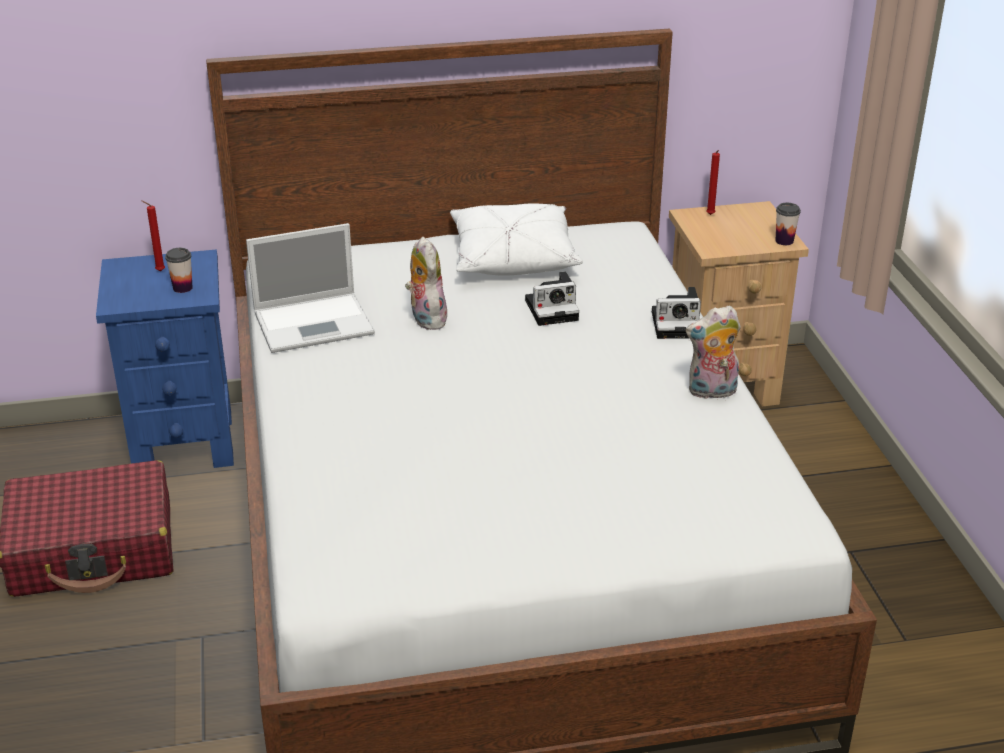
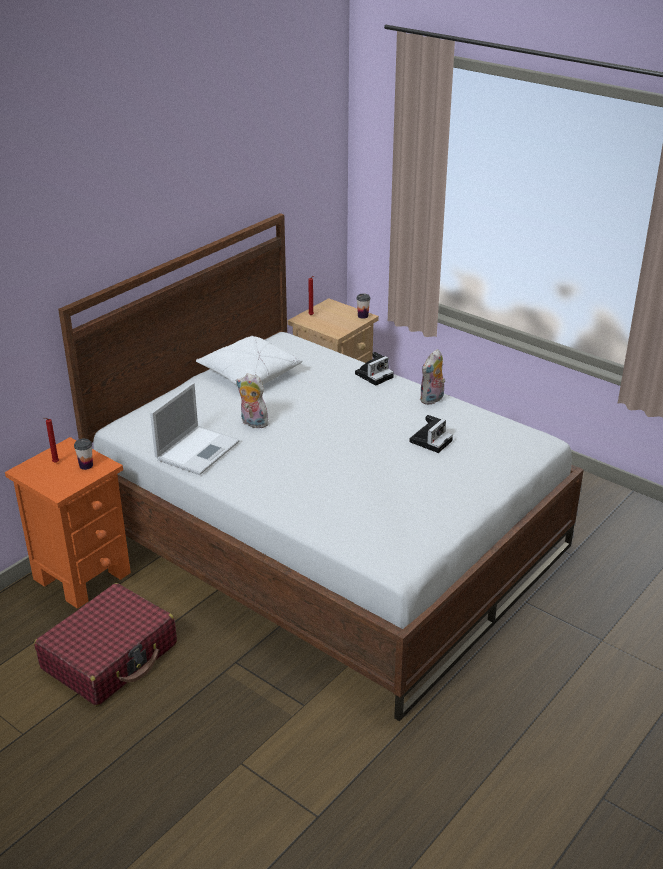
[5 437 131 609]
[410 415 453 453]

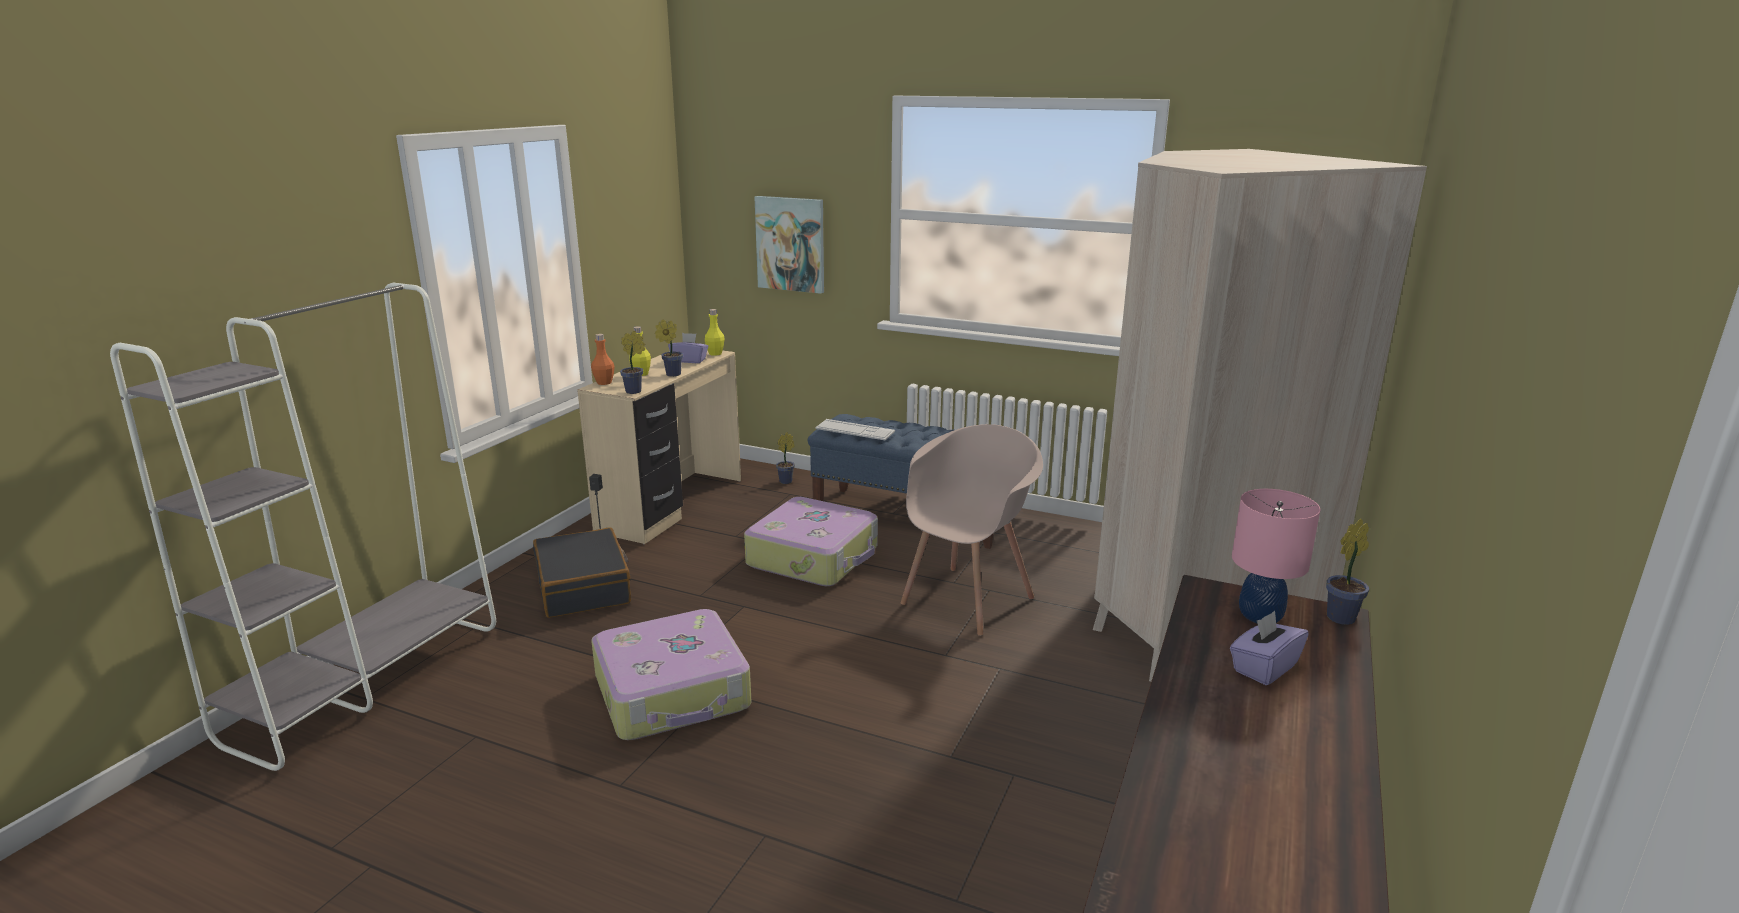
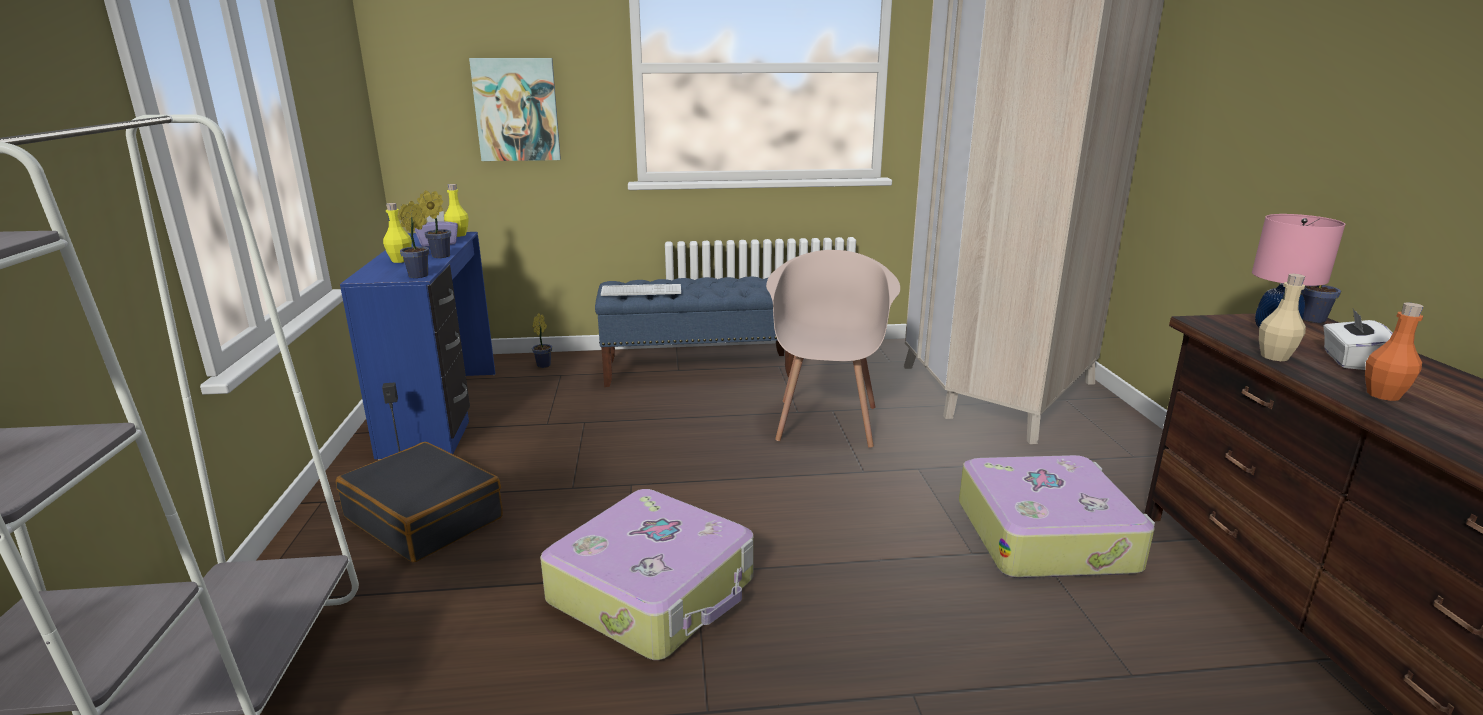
[340 232 495 460]
[1365 303 1424 401]
[959 455 1155 578]
[1323 309 1393 370]
[1259 274 1306 361]

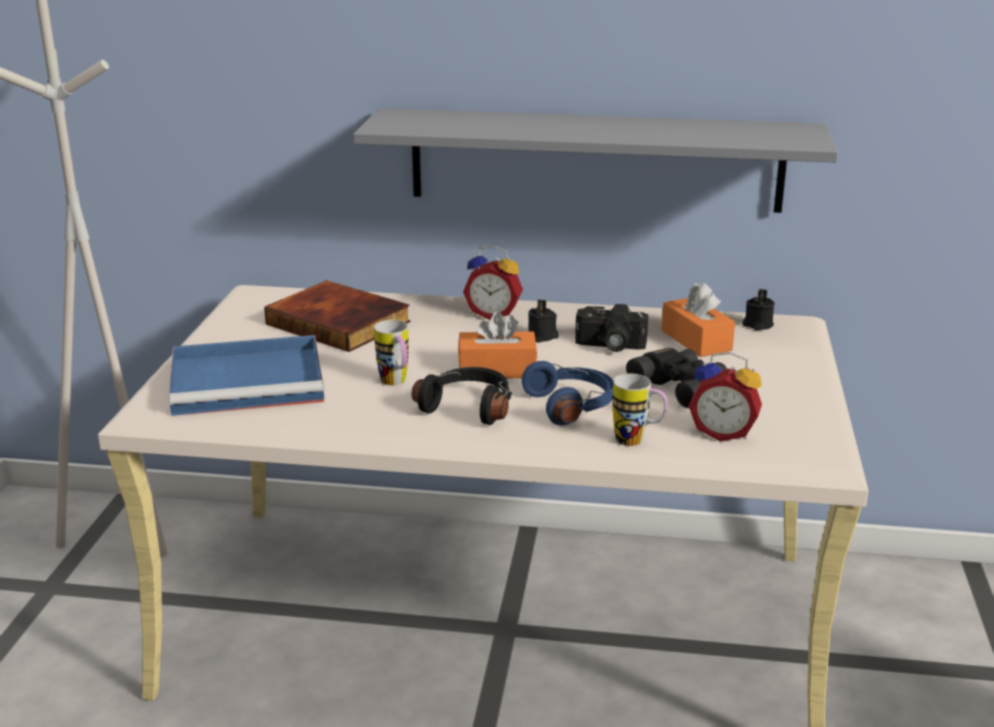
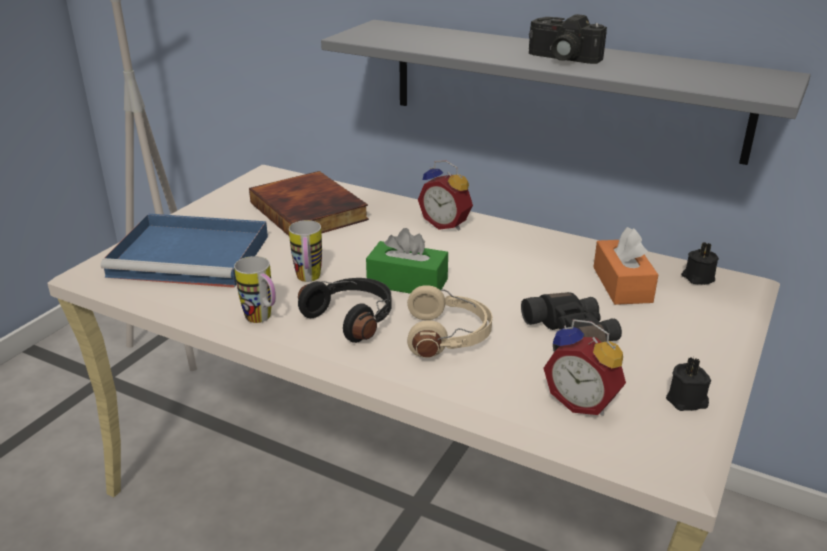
[366 228 448 294]
[407 285 492 358]
[666 357 711 411]
[529 14 607 64]
[234 256 276 323]

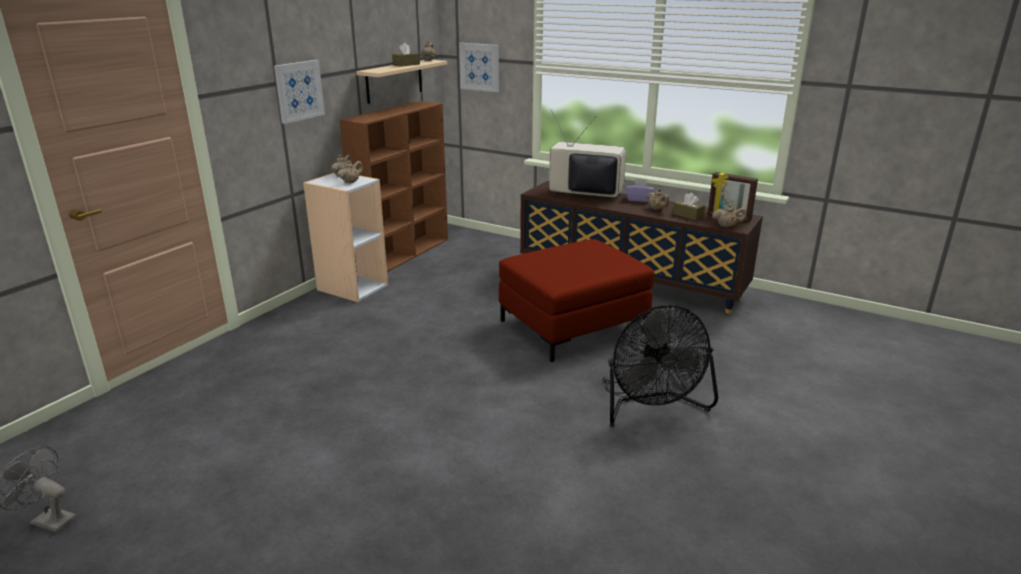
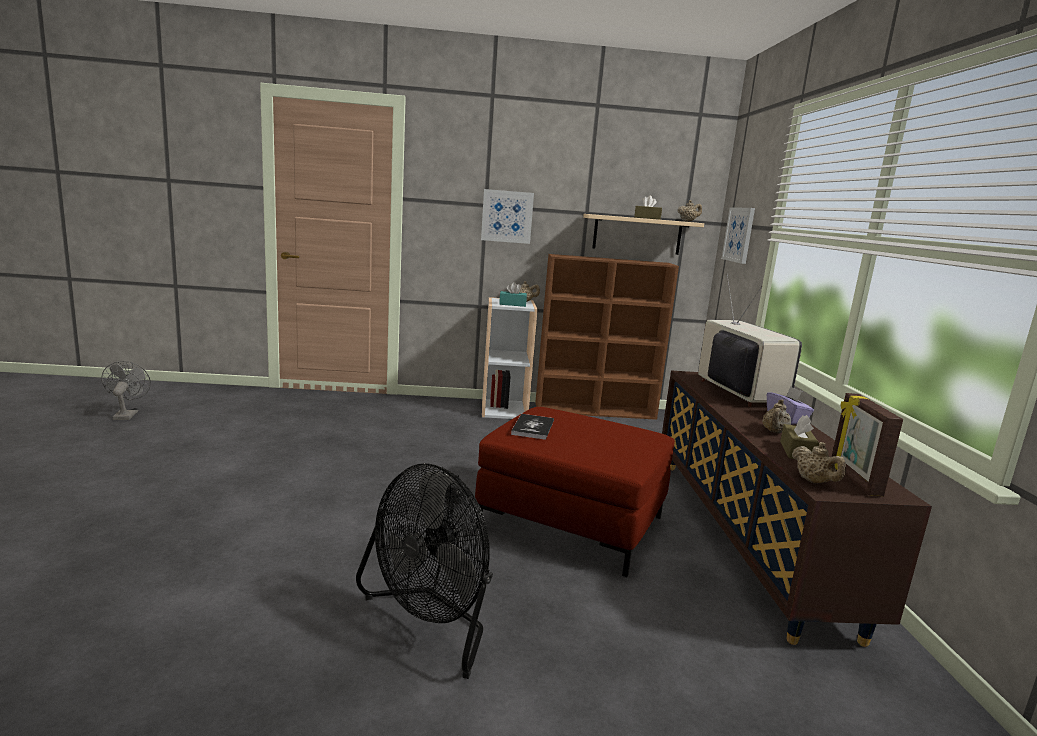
[499 282 527 307]
[511 414 554 440]

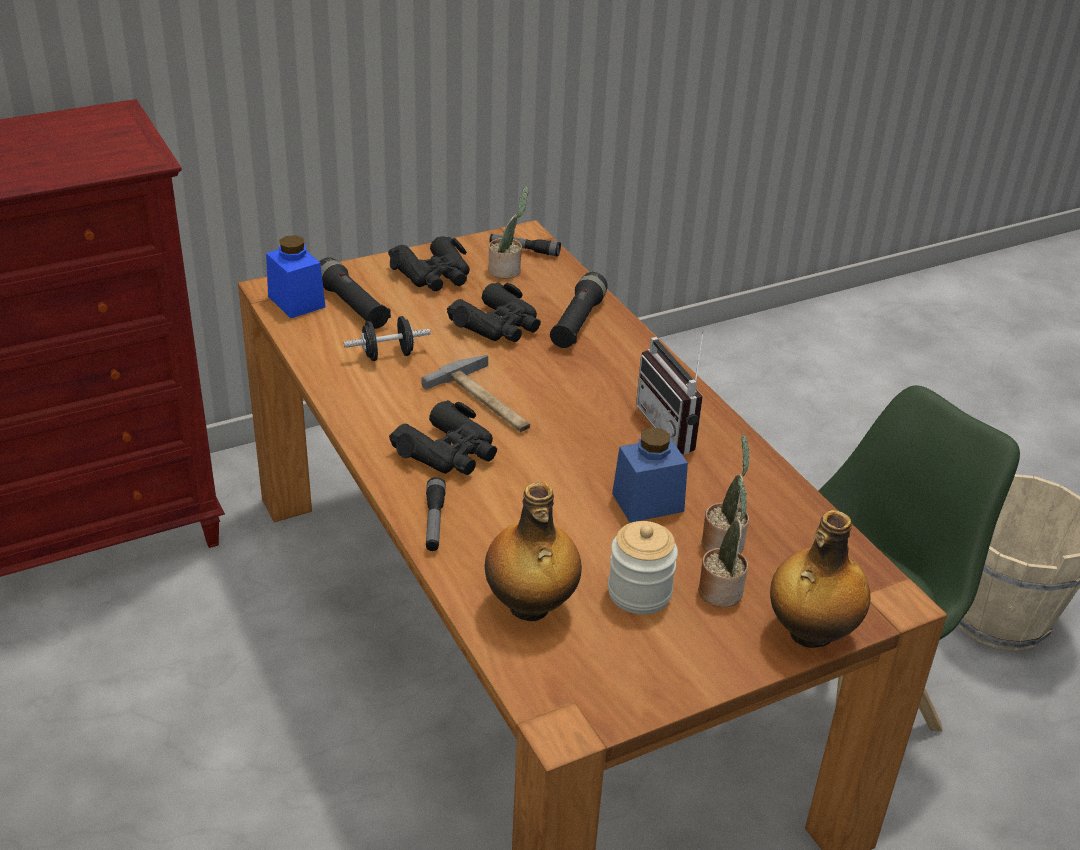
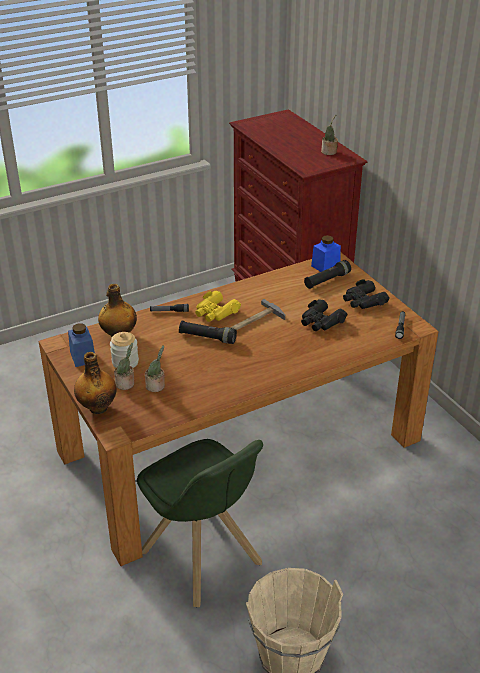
[344 316 431 361] (first image)
[195 290 241 322]
[321 114 338 155]
[179 321 237 344]
[68 324 95 367]
[636 328 704 455] (first image)

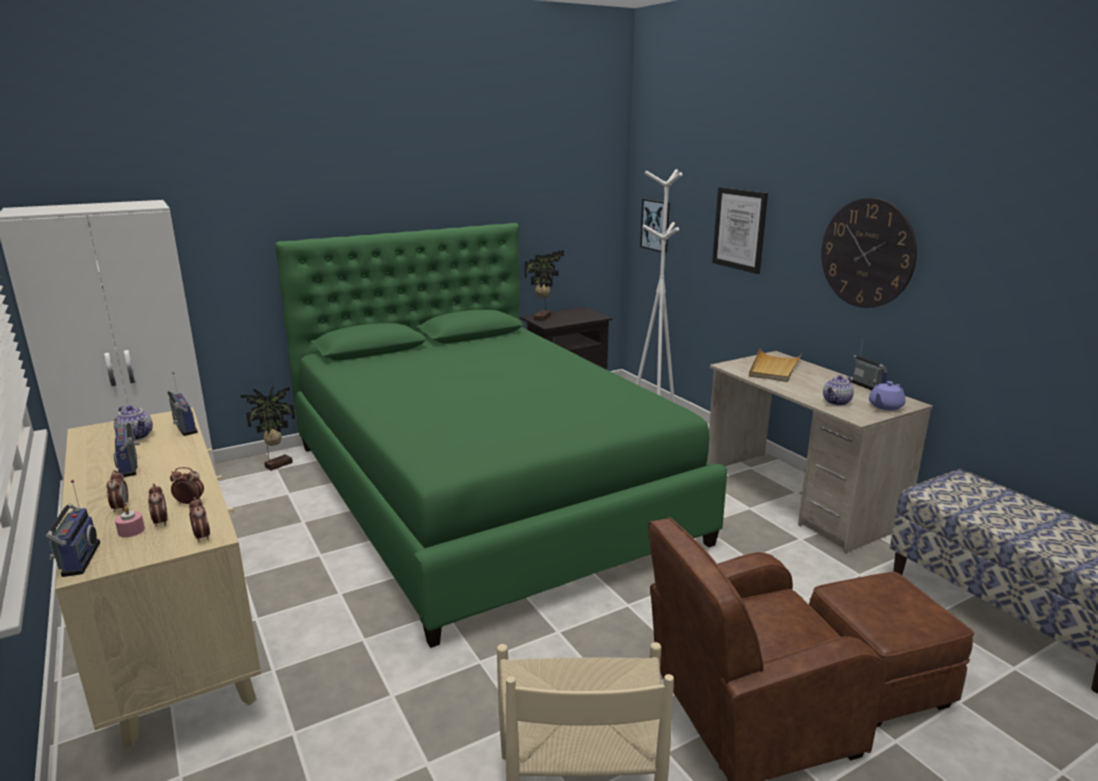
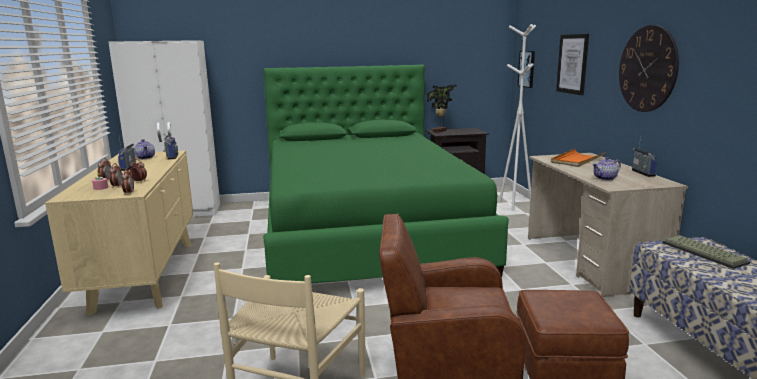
[46 480 100 577] (first image)
[241 386 295 471] (first image)
[551 149 605 167]
[869 381 906 410] (first image)
[662 235 750 269]

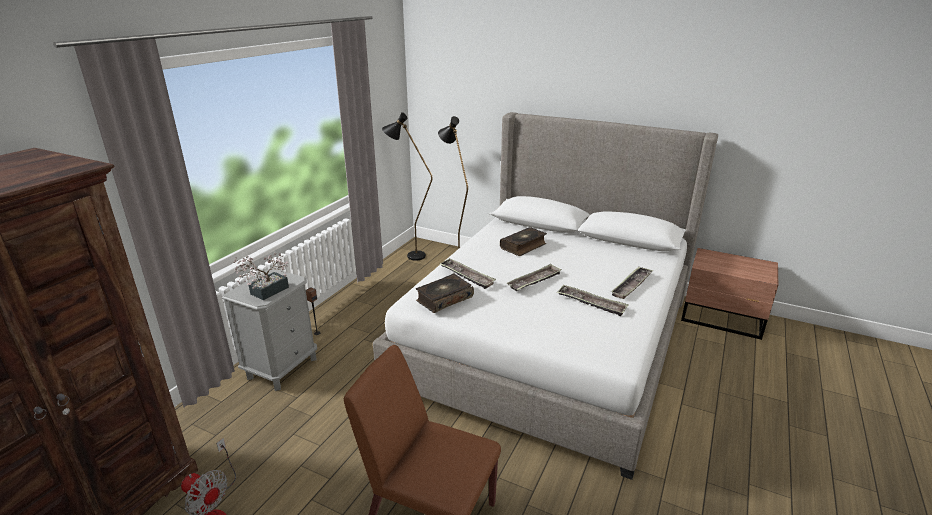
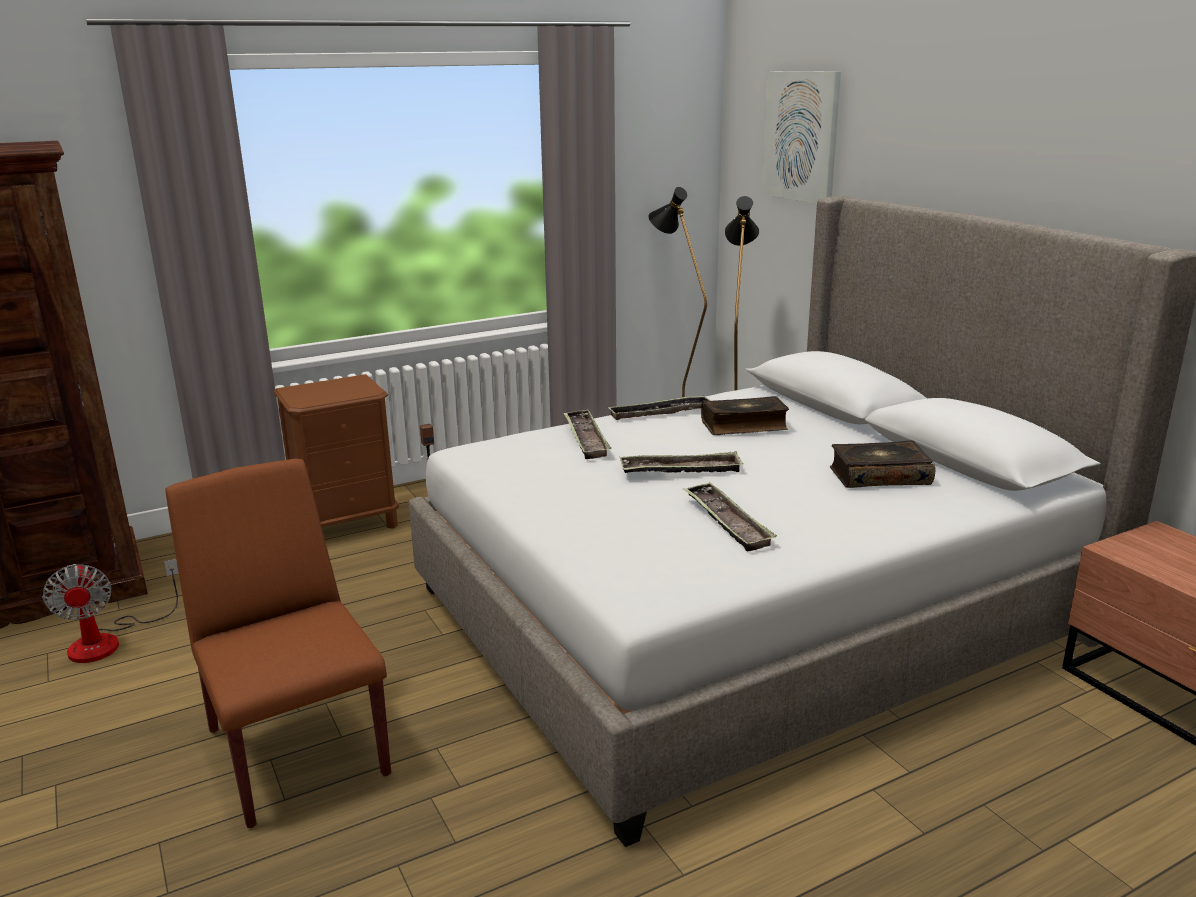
[274 374 399 529]
[234 253 289 300] (first image)
[830 440 935 488]
[608 395 711 420]
[762 71 841 204]

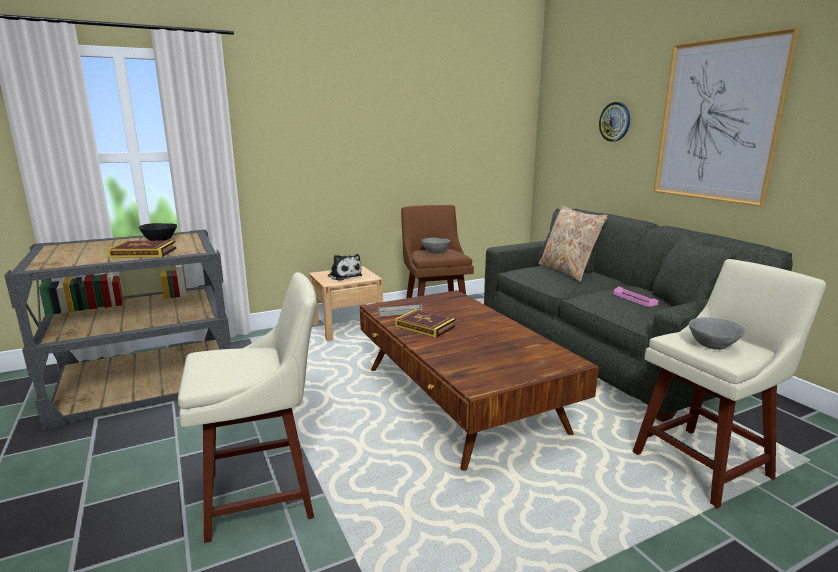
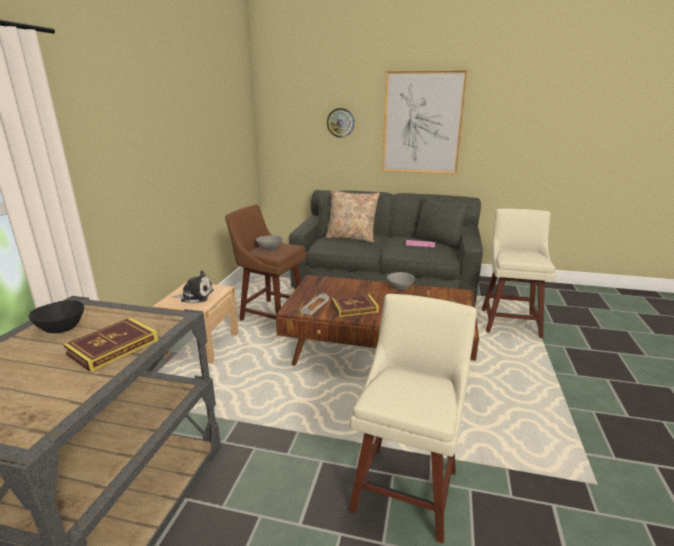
[387 272 415 290]

